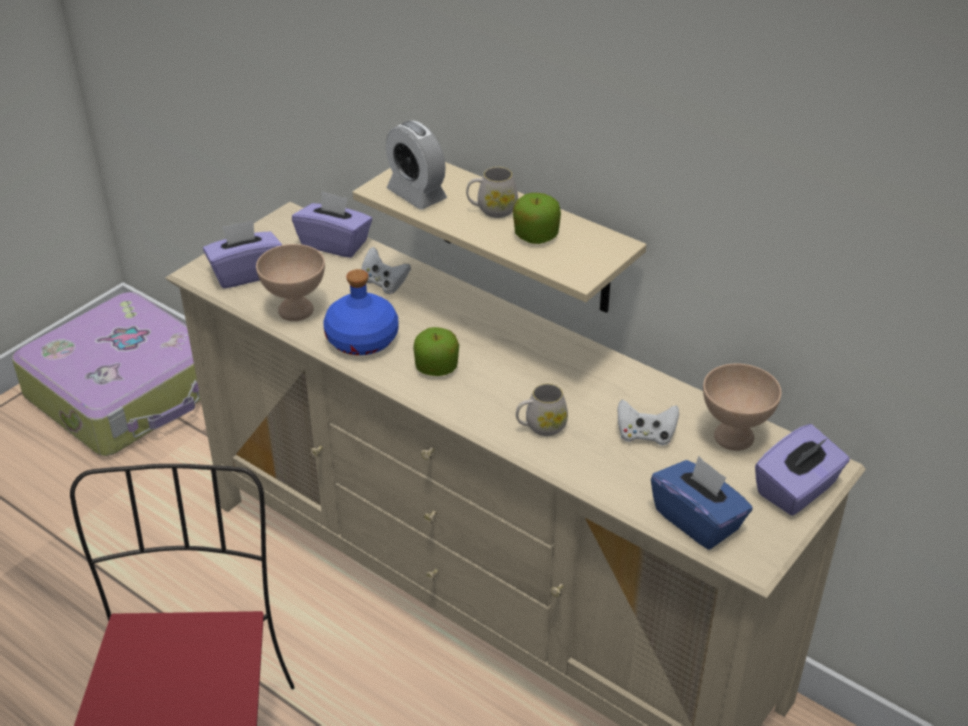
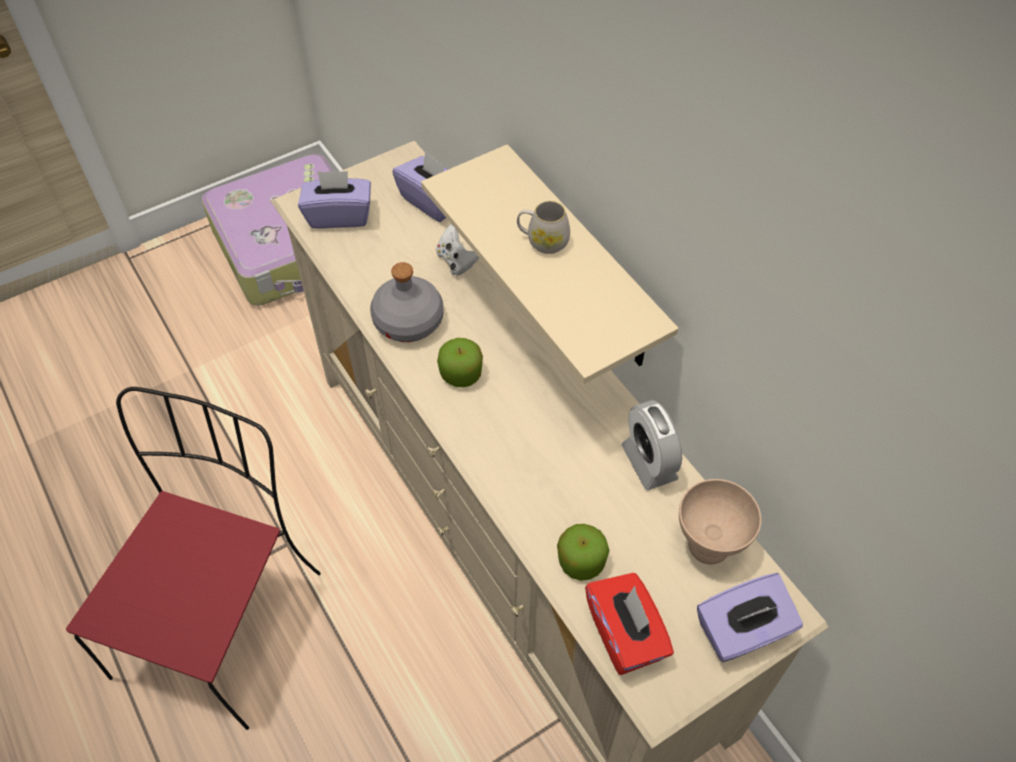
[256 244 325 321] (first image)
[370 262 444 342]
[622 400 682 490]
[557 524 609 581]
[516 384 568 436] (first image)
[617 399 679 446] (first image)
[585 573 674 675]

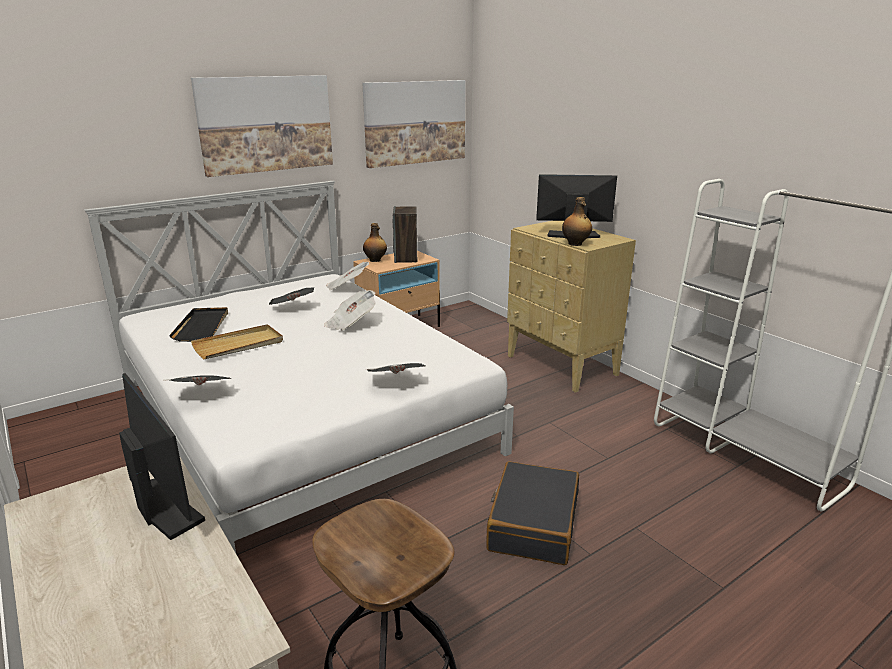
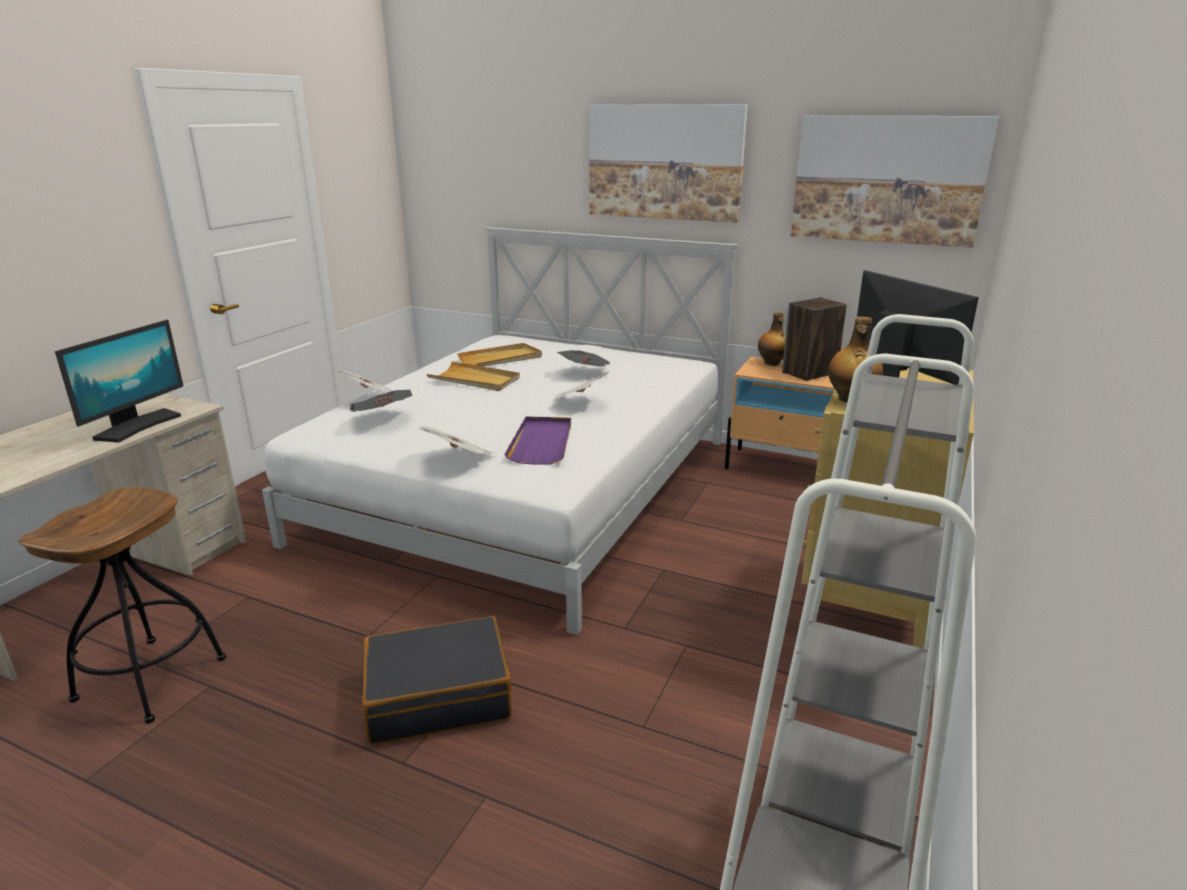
[457 343 542 367]
[350 390 412 412]
[505 417 571 465]

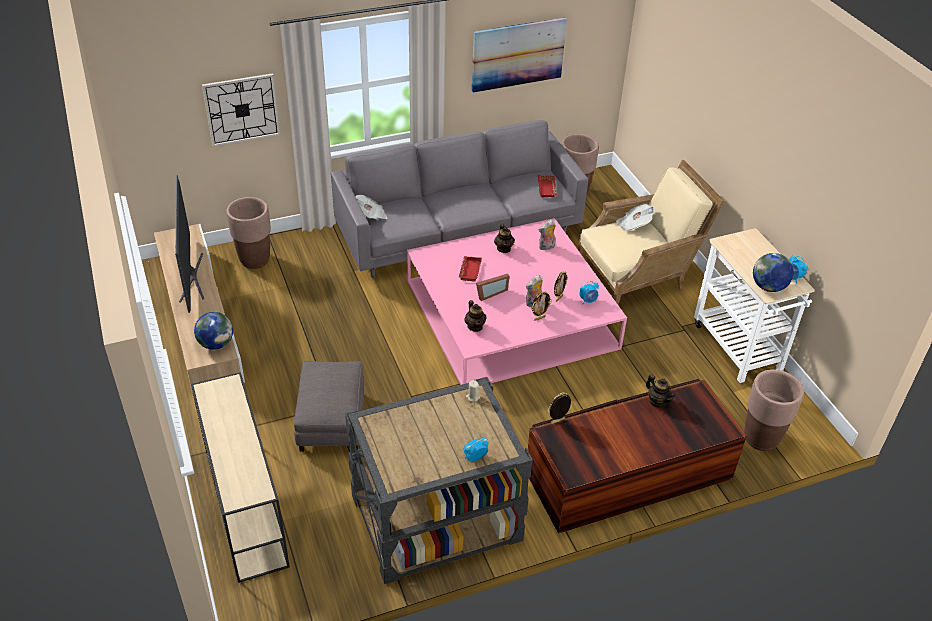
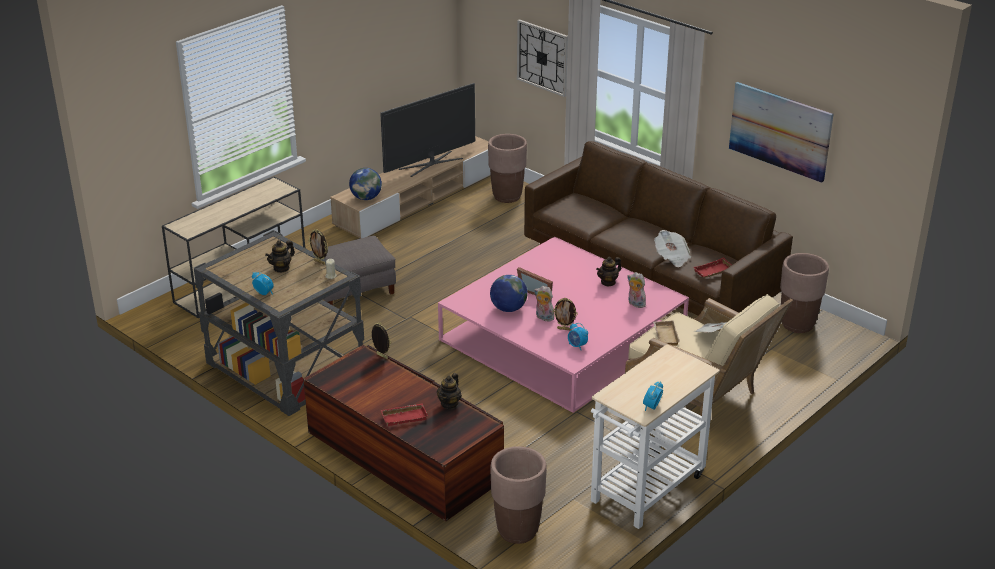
[524 141 793 316]
[654 230 691 267]
[381 403 428 426]
[265 240 295 273]
[308 229 328 265]
[490 275 528 312]
[653 321 680 346]

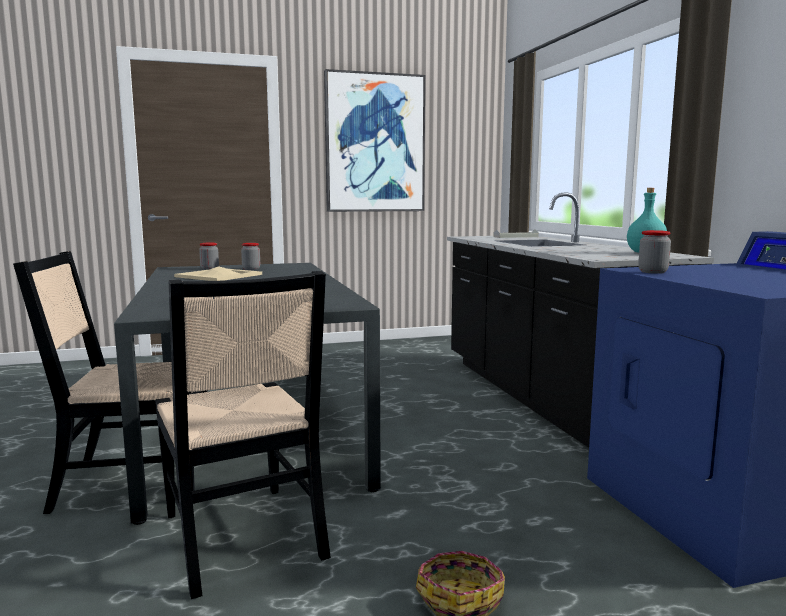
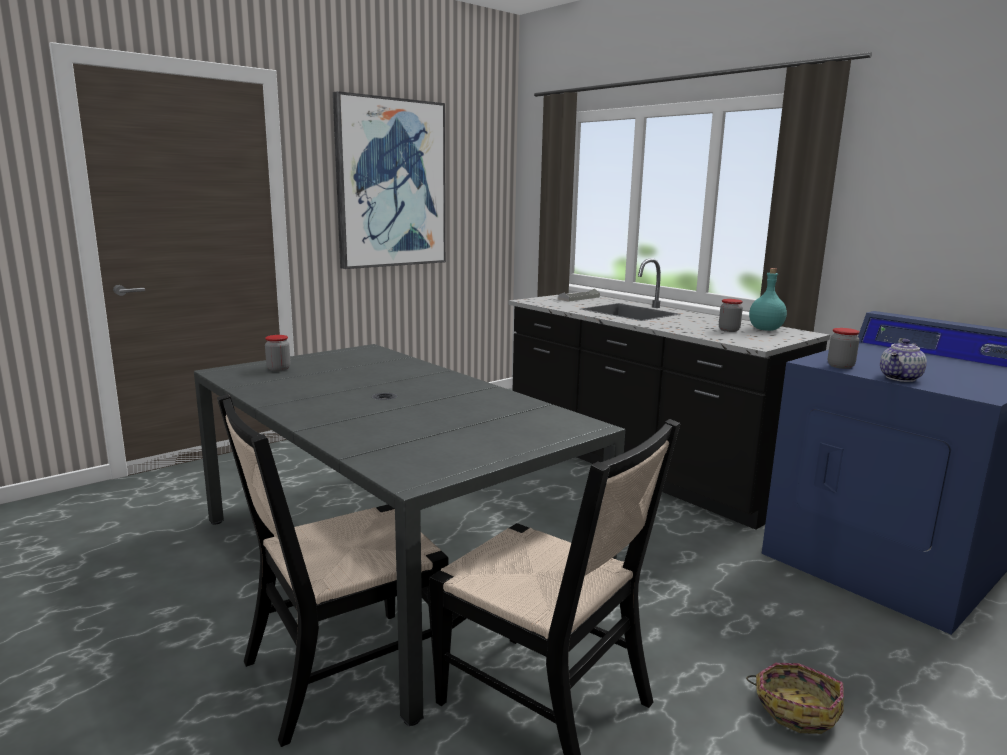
[174 266 262 281] (first image)
[719 299 743 332]
[880 339 927 382]

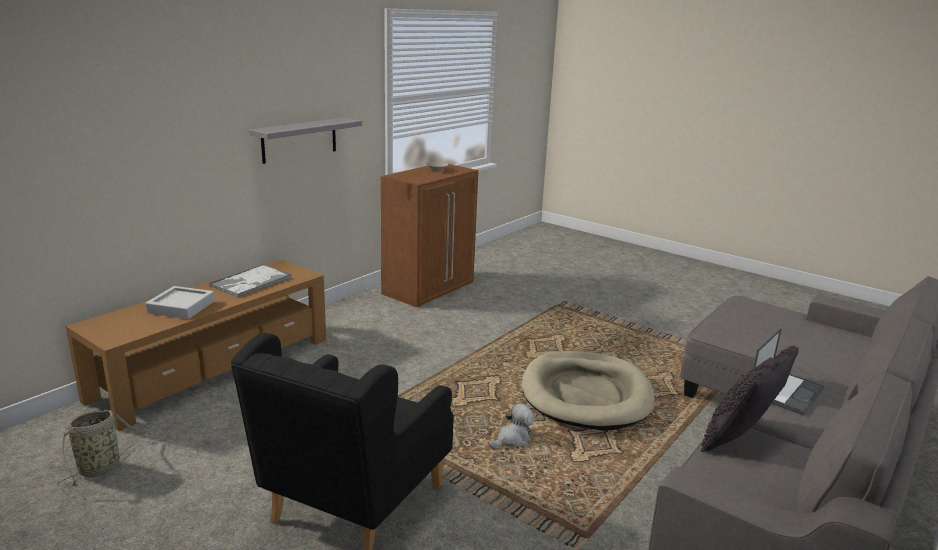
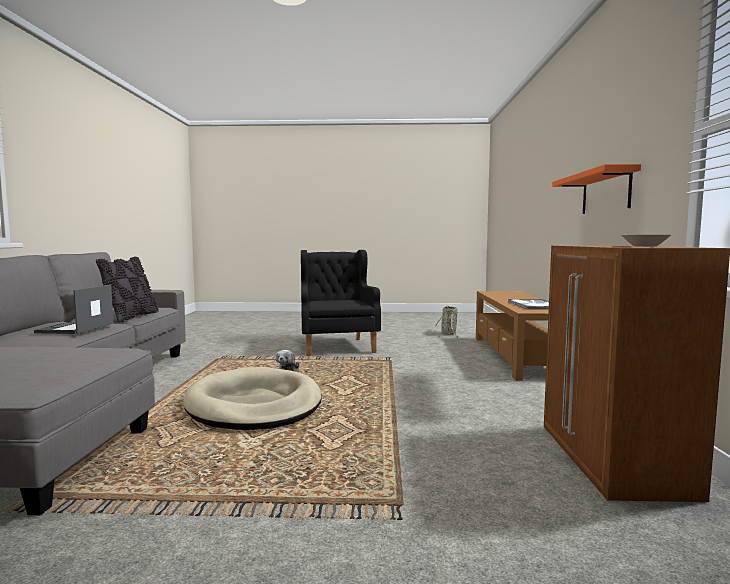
[145 286 215 319] (first image)
[552 164 641 214]

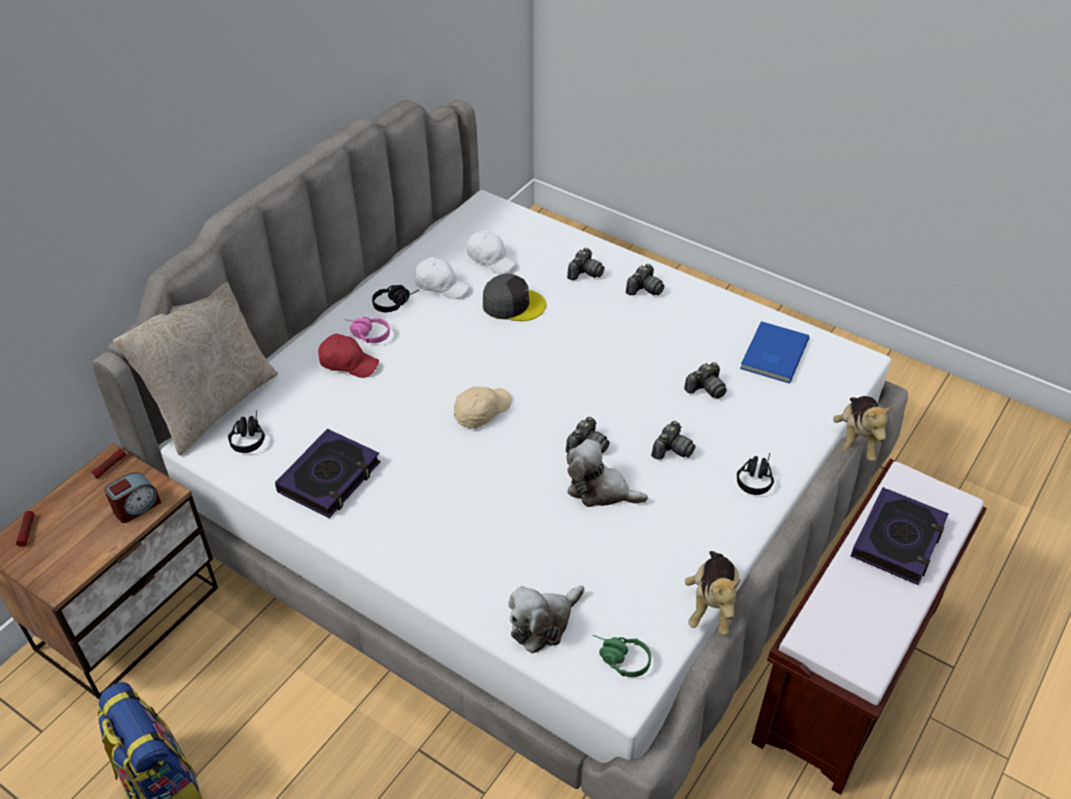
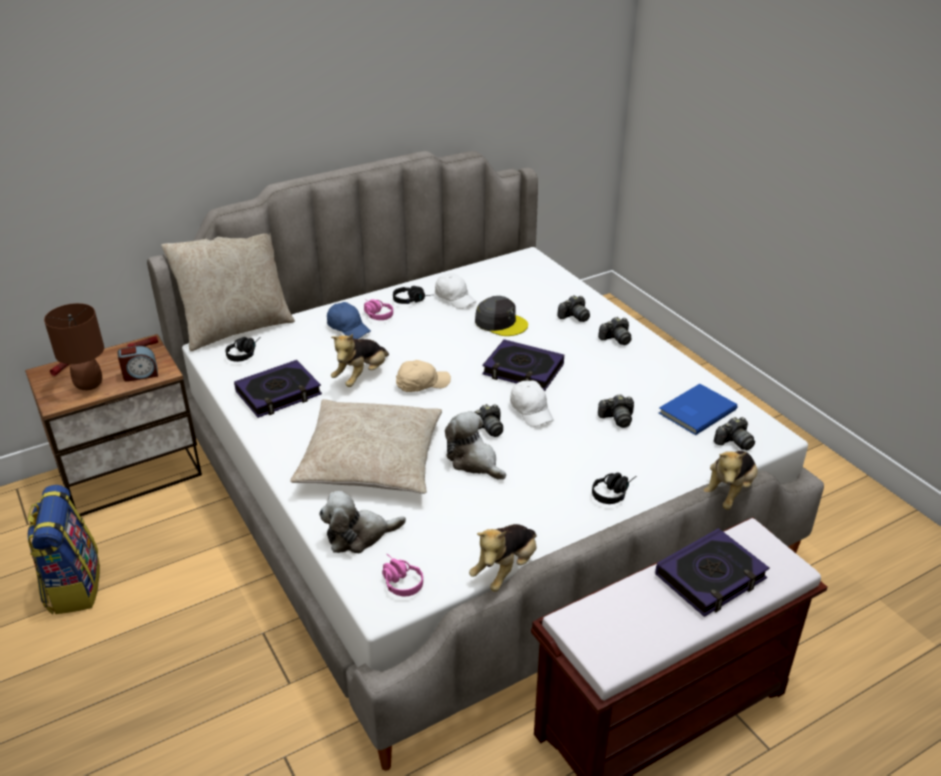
[327 302 371 339]
[510 381 554 427]
[382 554 423 596]
[714 417 755 450]
[44 303 104 390]
[290 399 442 494]
[331 334 389 387]
[482 339 564 391]

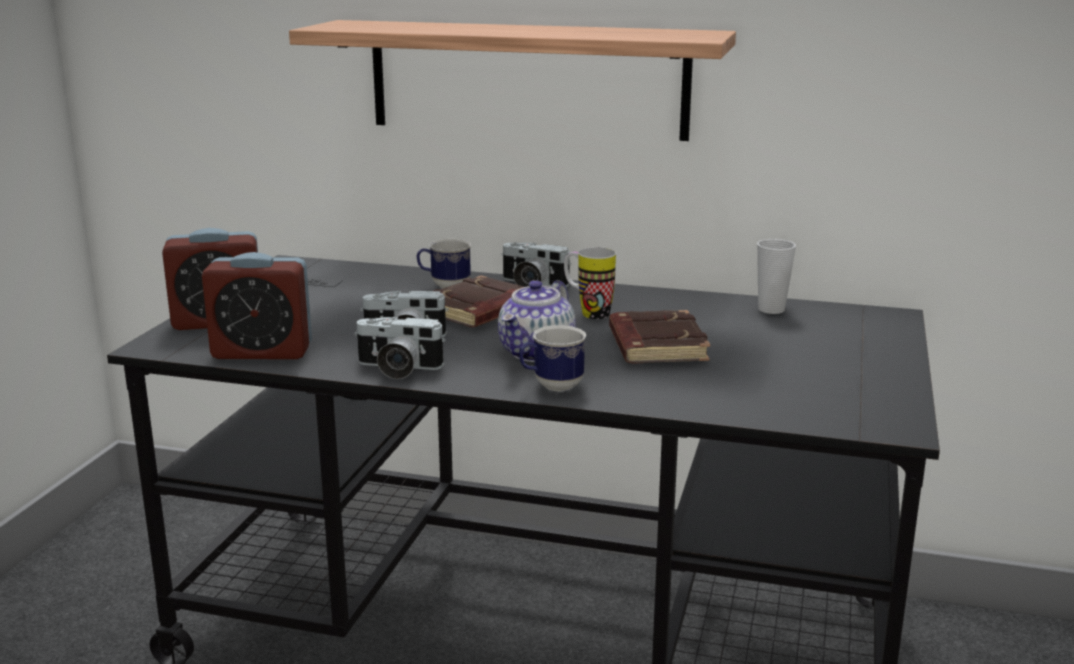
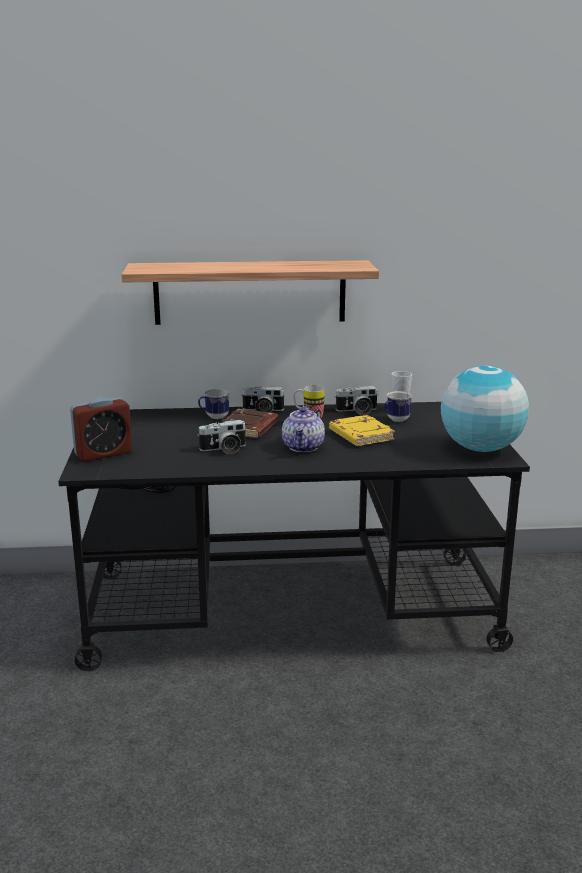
[202 252 312 359] (first image)
[335 386 378 415]
[385 391 412 422]
[329 415 395 446]
[441 366 529 452]

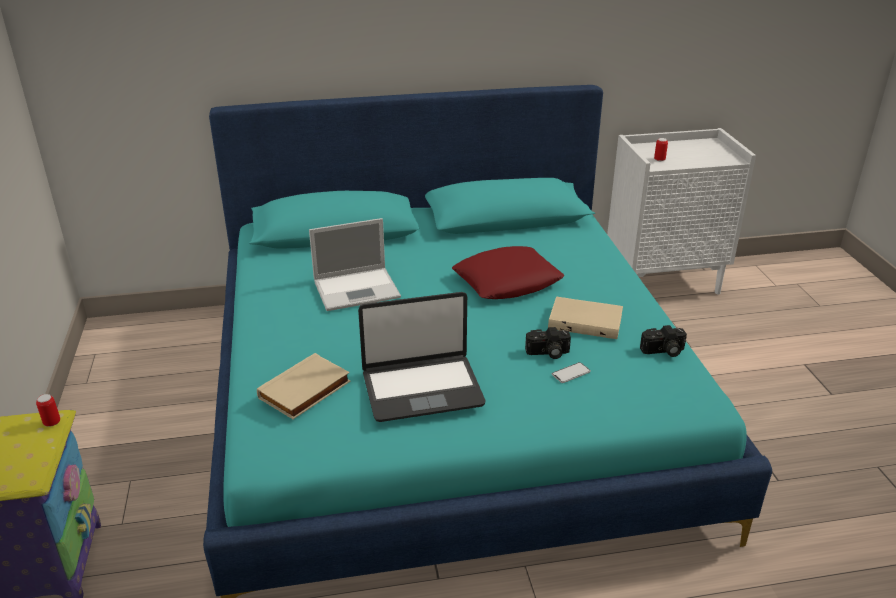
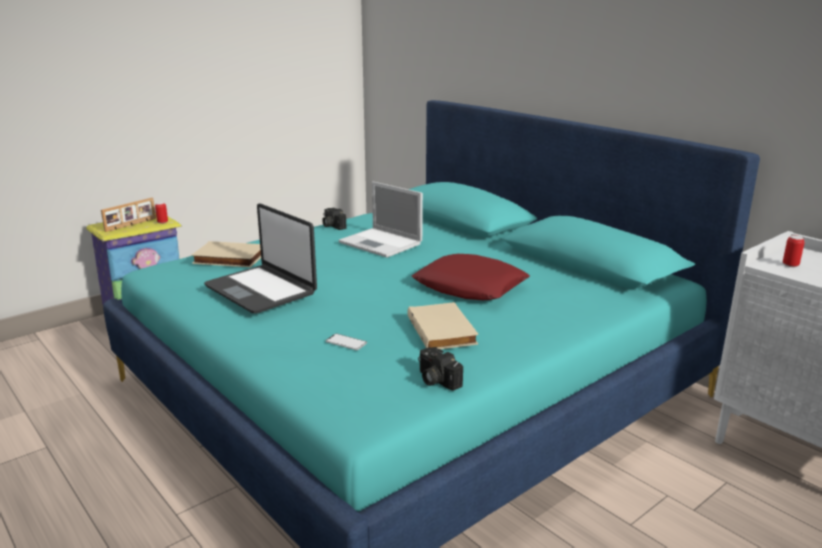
[322 208 346 230]
[101 198 156 232]

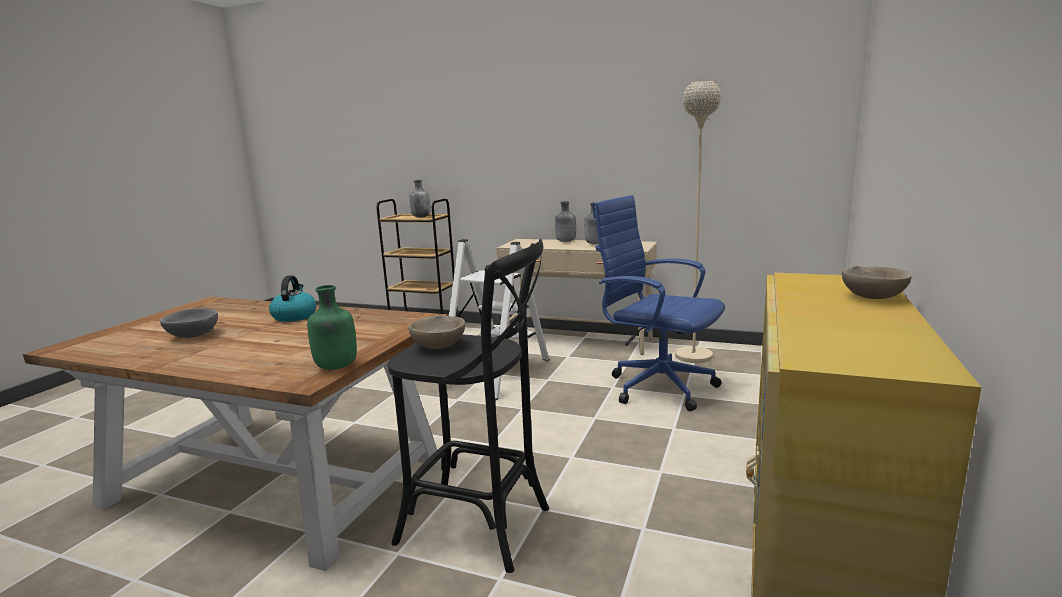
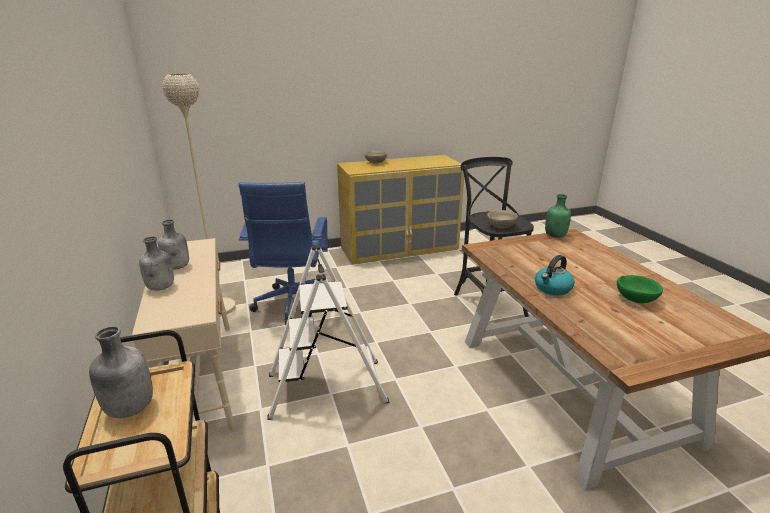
[617 275 663 303]

